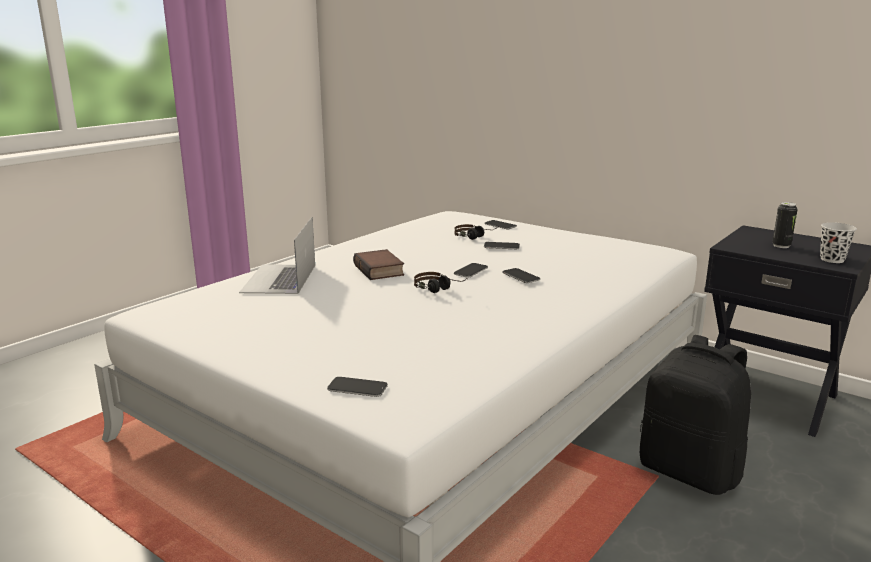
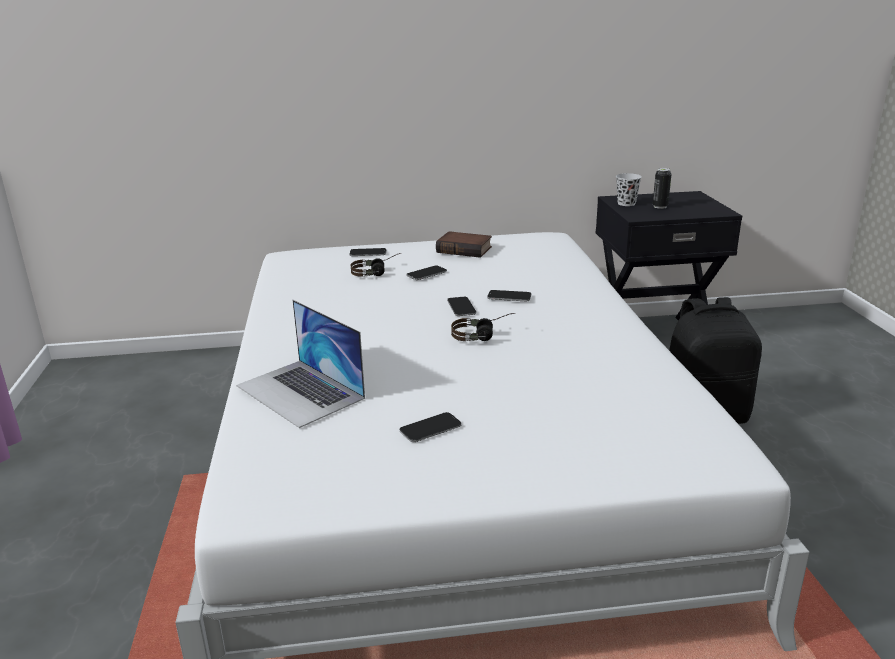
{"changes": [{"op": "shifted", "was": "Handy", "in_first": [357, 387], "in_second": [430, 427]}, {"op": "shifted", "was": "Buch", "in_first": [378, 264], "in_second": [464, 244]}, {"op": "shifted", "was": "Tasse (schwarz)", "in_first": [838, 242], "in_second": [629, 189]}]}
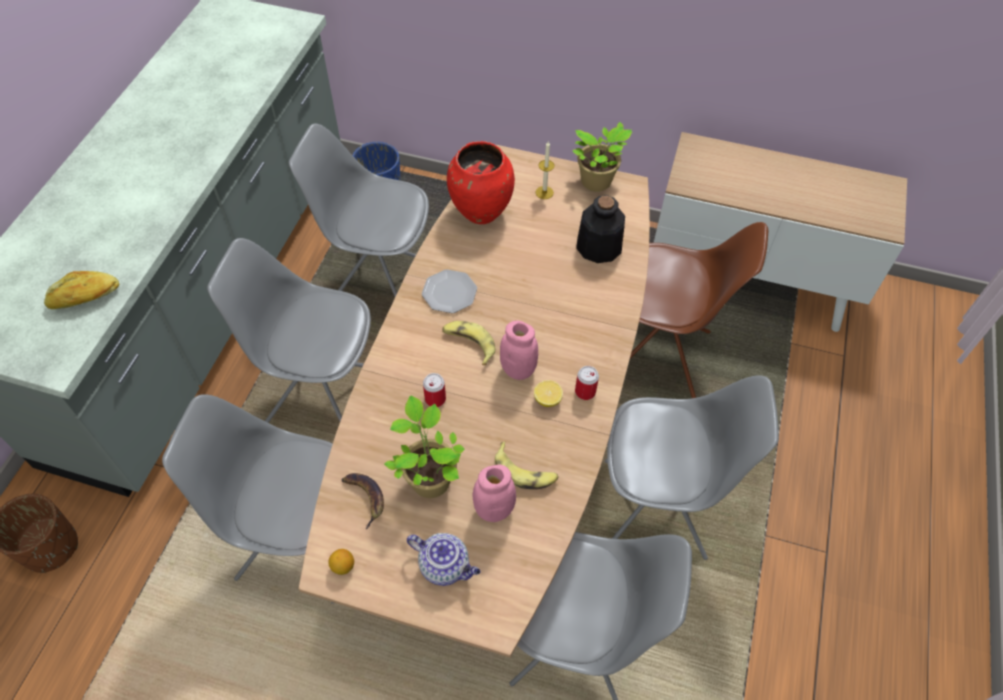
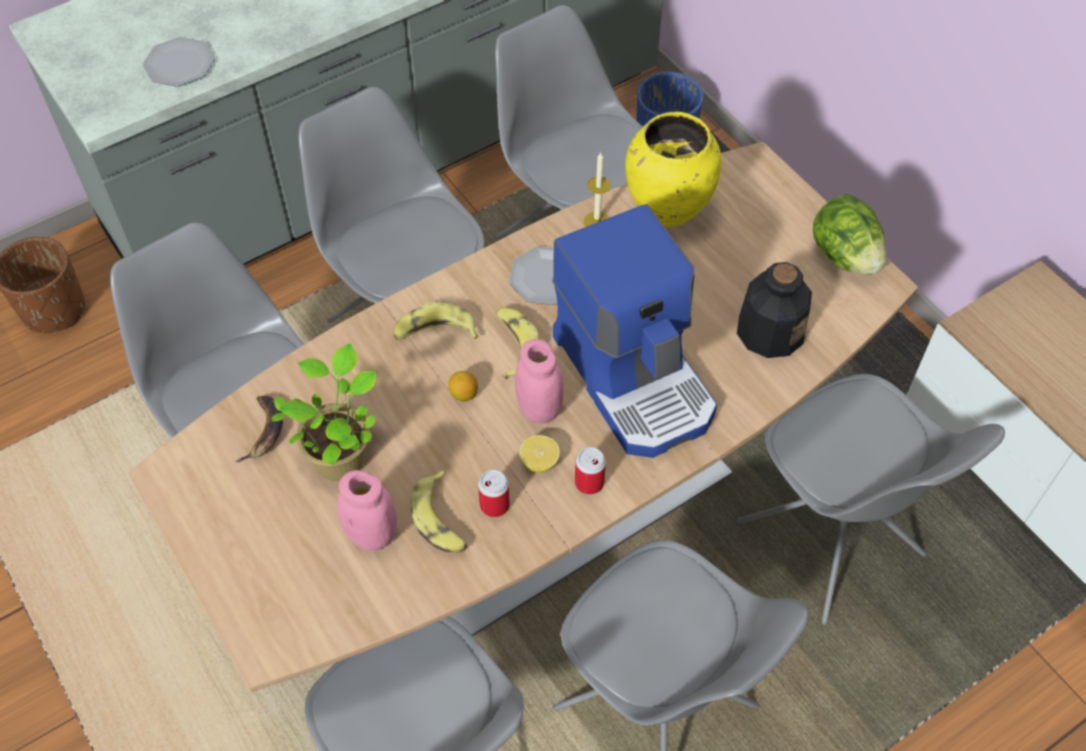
{"changes": [{"op": "gone", "was": "Teekanne", "in_first": [444, 559]}, {"op": "new", "now": "Banane", "in_second": [435, 321]}, {"op": "new", "now": "Kaffeemaschine", "in_second": [634, 331]}, {"op": "shifted", "was": "Zitrone", "in_first": [341, 562], "in_second": [463, 386]}, {"op": "shifted", "was": "Dose", "in_first": [434, 390], "in_second": [494, 493]}, {"op": "shifted", "was": "Kerze", "in_first": [544, 170], "in_second": [597, 190]}, {"op": "swapped", "was": "Brot", "now": "Teller", "in_first": [82, 290], "in_second": [179, 62]}, {"op": "swapped", "was": "Topfpflanze", "now": "Salatkopf", "in_first": [602, 156], "in_second": [849, 234]}, {"op": "repainted", "was": "Vase (rot)", "now": "Vase (gelb)", "in_first": [481, 182], "in_second": [673, 169]}, {"op": "repainted", "was": "Stuhl (braun)", "now": "Stuhl (grau)", "in_first": [699, 310], "in_second": [870, 499]}]}
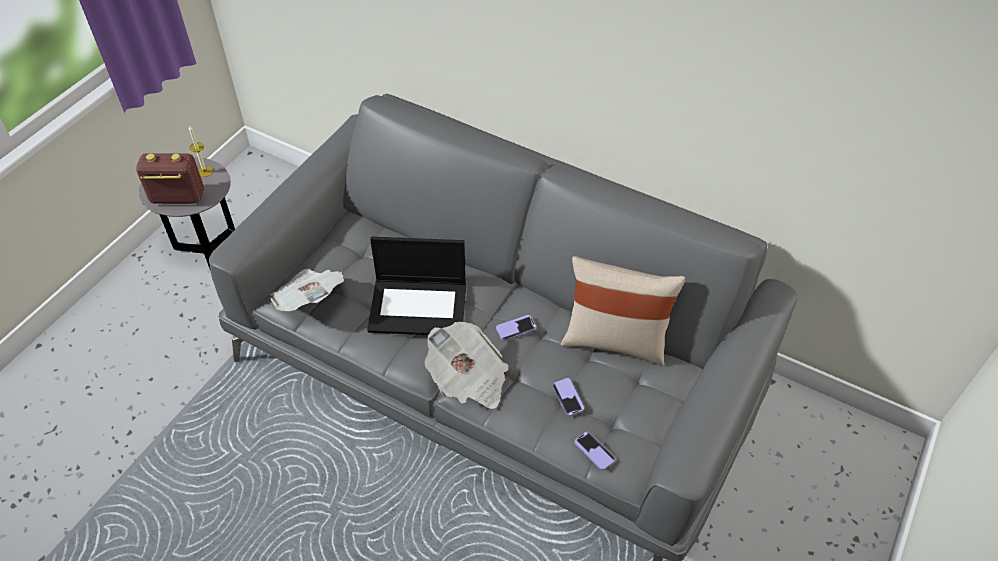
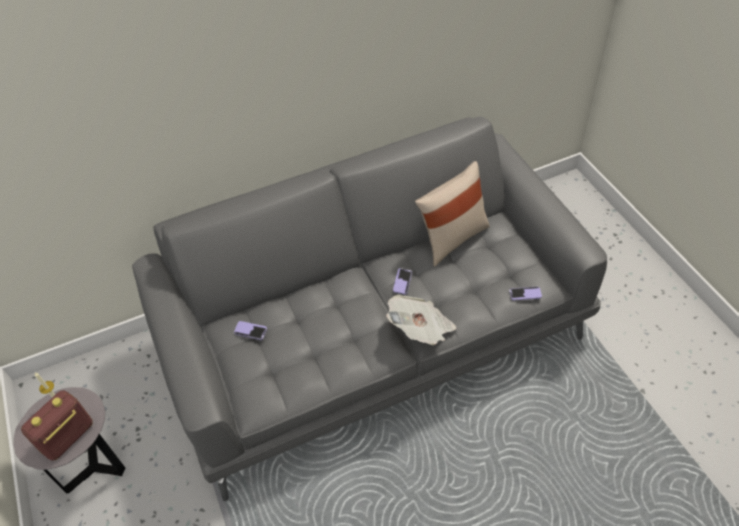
{"changes": [{"op": "gone", "was": "Zeitung", "in_first": [307, 290]}, {"op": "gone", "was": "Laptop", "in_first": [416, 286]}, {"op": "shifted", "was": "Handy", "in_first": [568, 397], "in_second": [250, 330]}]}
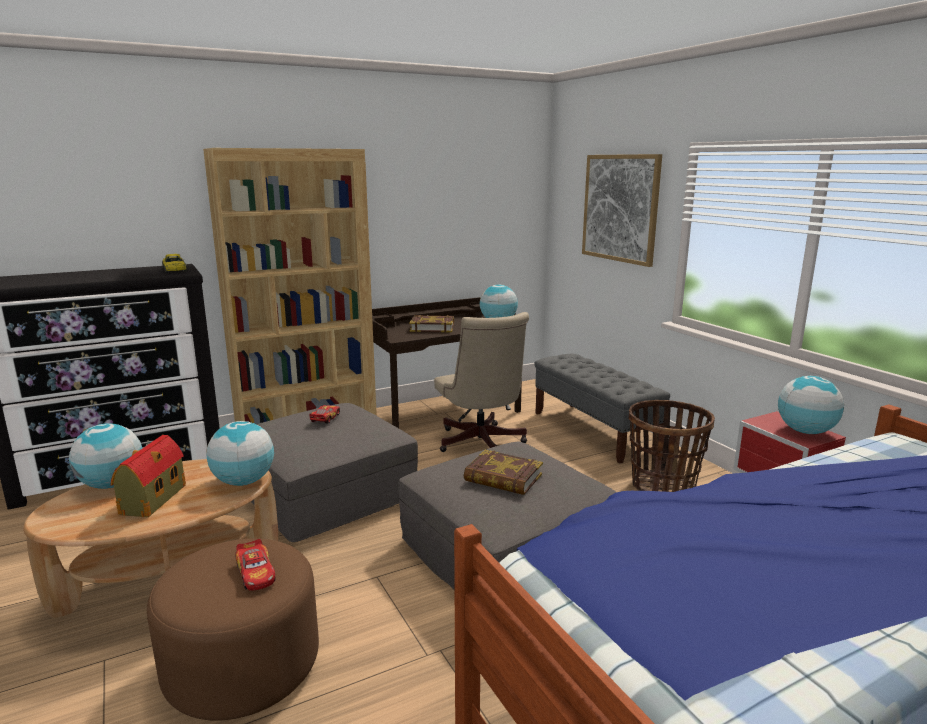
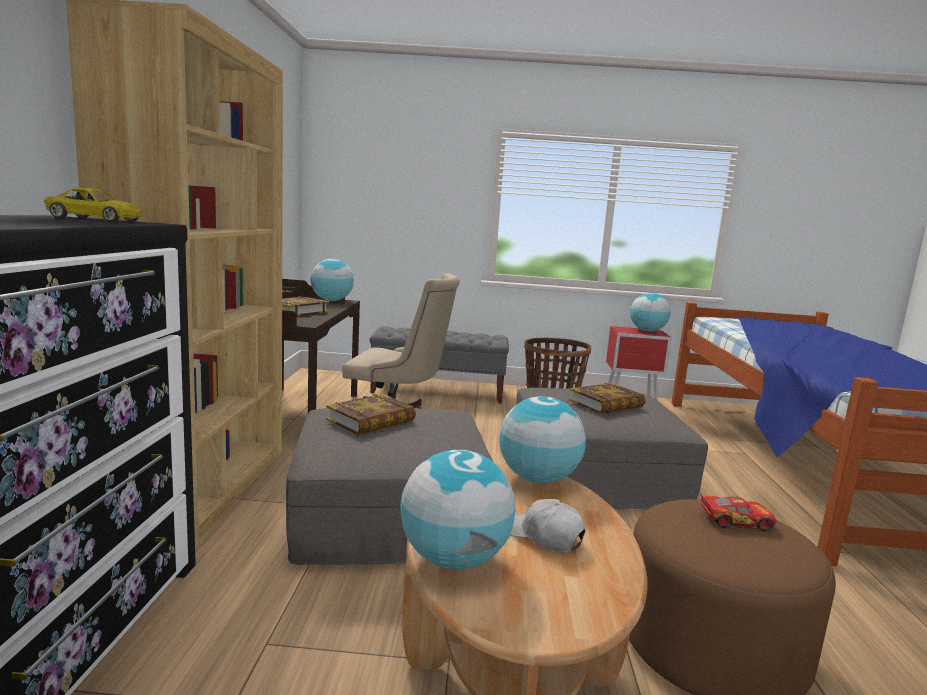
{"changes": [{"op": "gone", "was": "Bild", "in_first": [622, 210]}, {"op": "swapped", "was": "Spielzeughaus", "now": "Kappe (weiß)", "in_first": [148, 476], "in_second": [547, 526]}, {"op": "swapped", "was": "Spielzeugauto", "now": "Buch", "in_first": [324, 414], "in_second": [371, 414]}]}
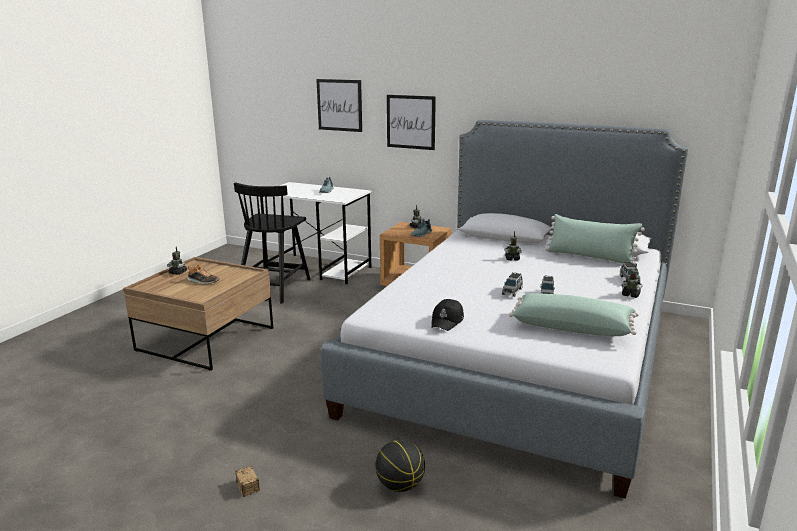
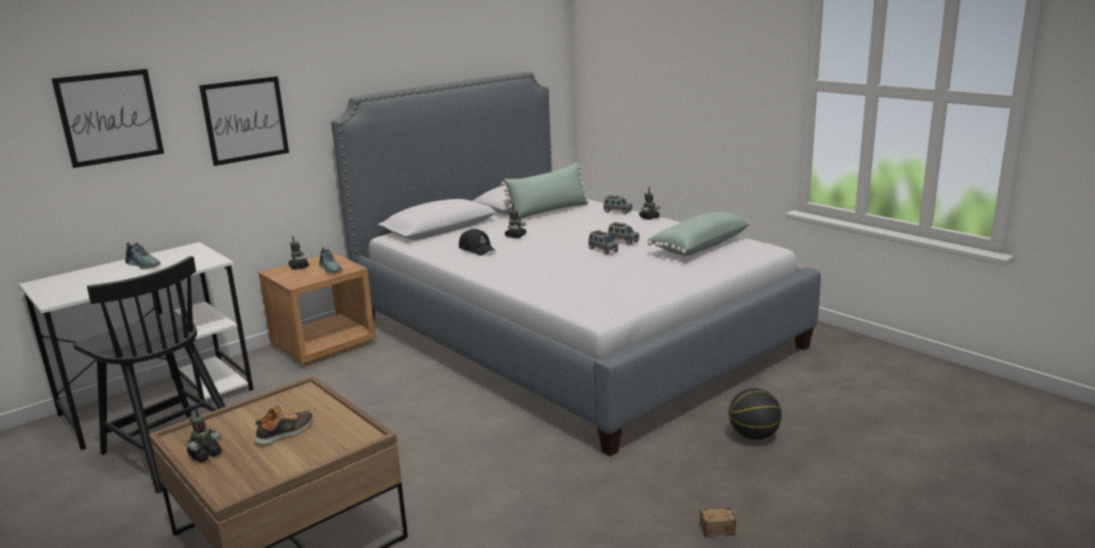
{"changes": [{"op": "shifted", "was": "Kappe (schwarz)", "in_first": [447, 315], "in_second": [477, 242]}]}
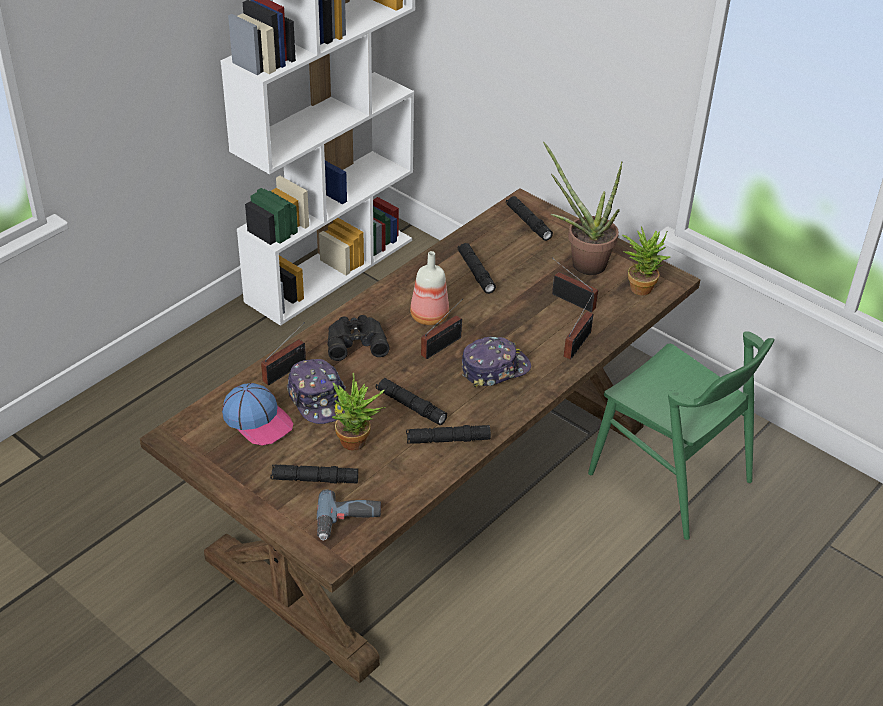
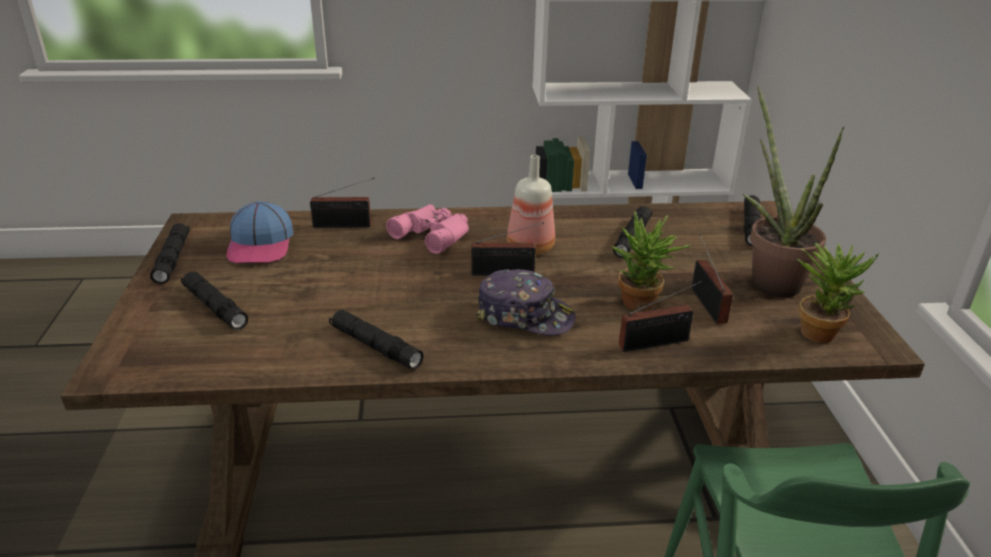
{"changes": [{"op": "gone", "was": "Kappe", "in_first": [316, 391]}, {"op": "gone", "was": "Bohrmaschine", "in_first": [349, 515]}, {"op": "shifted", "was": "Topfpflanze", "in_first": [359, 412], "in_second": [651, 262]}, {"op": "shifted", "was": "Taschenlampe (schwarz)", "in_first": [411, 401], "in_second": [170, 253]}, {"op": "repainted", "was": "Fernglas (schwarz)", "now": "Fernglas (rosa)", "in_first": [358, 338], "in_second": [427, 229]}]}
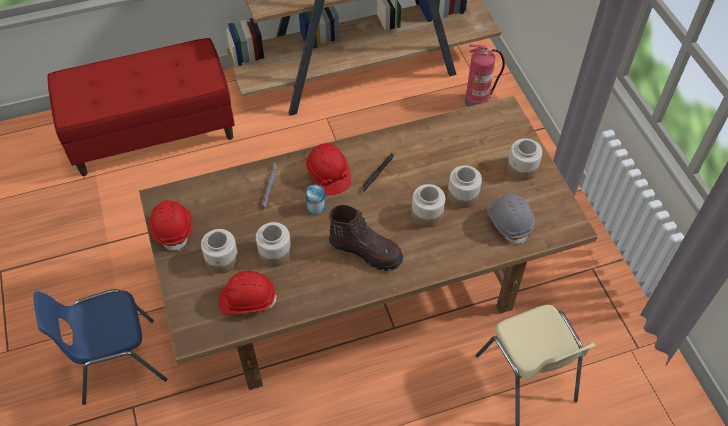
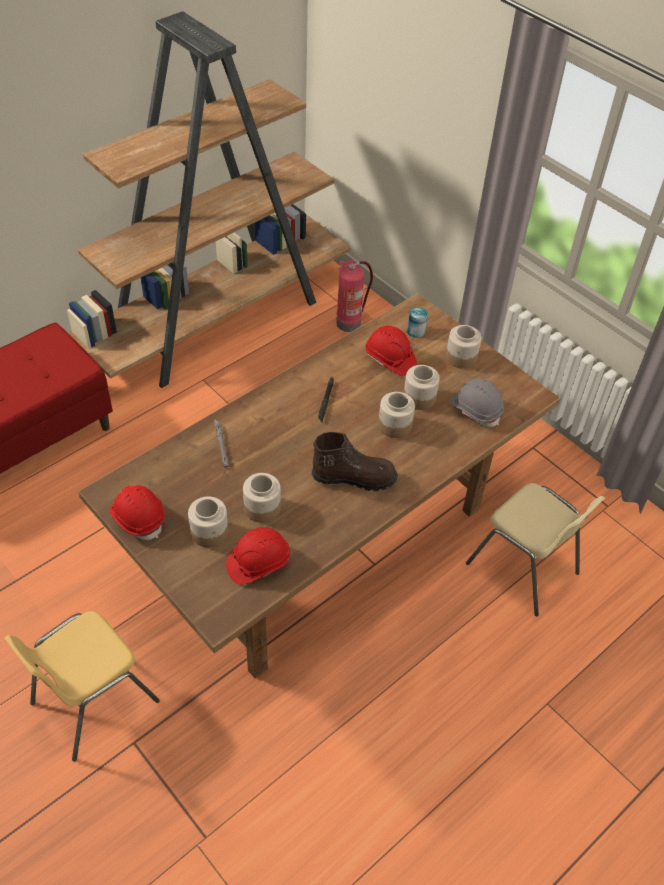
{"changes": [{"op": "shifted", "was": "Dose", "in_first": [315, 199], "in_second": [417, 322]}, {"op": "shifted", "was": "Schutzhelm (rot)", "in_first": [328, 169], "in_second": [391, 351]}, {"op": "repainted", "was": "Stuhl (blau)", "now": "Stuhl (gelb)", "in_first": [100, 347], "in_second": [82, 686]}]}
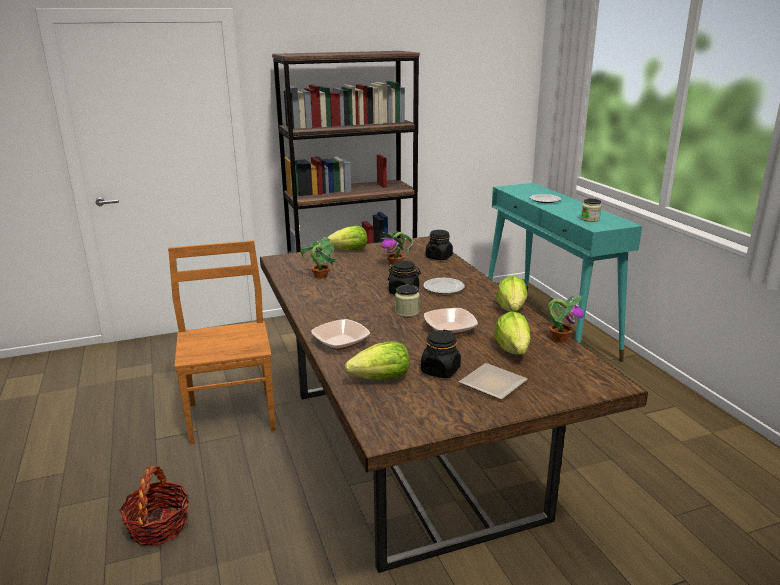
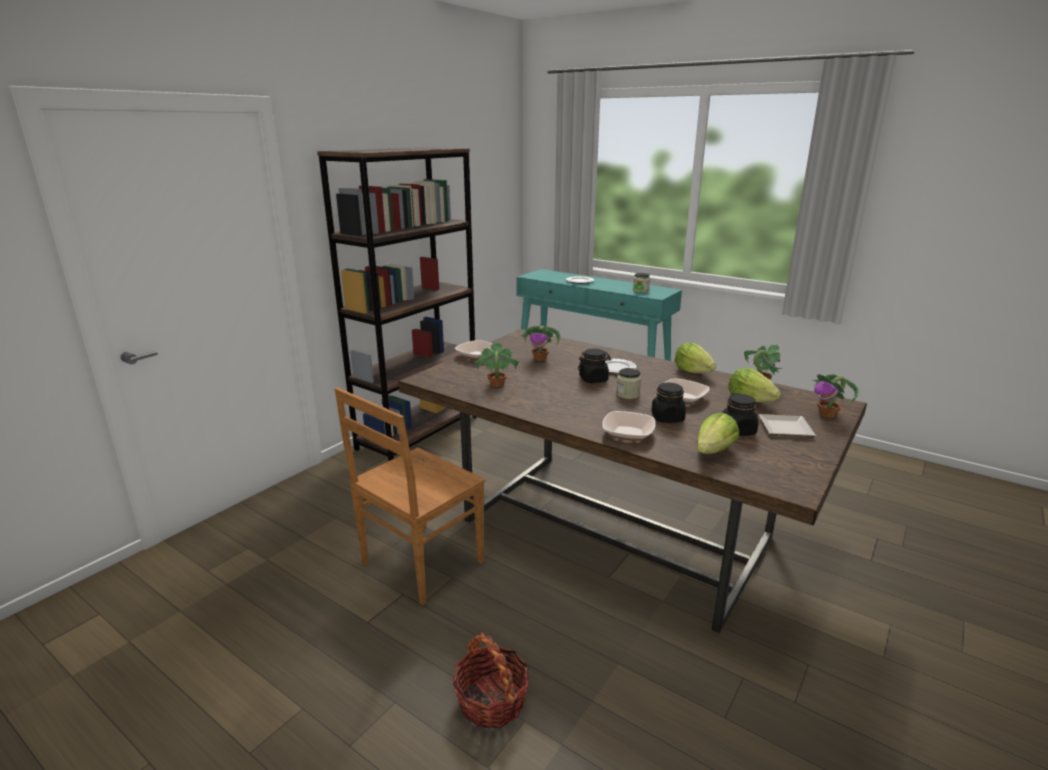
{"changes": [{"op": "new", "now": "Topfpflanze", "in_second": [835, 396]}, {"op": "shifted", "was": "Vorratsglas (schwarz)", "in_first": [439, 245], "in_second": [668, 403]}, {"op": "swapped", "was": "Salatkopf", "now": "Schüssel", "in_first": [347, 238], "in_second": [473, 350]}, {"op": "rotated", "was": "Stuhl (braun)", "in_first": [222, 342], "in_second": [409, 496], "clockwise": -90}]}
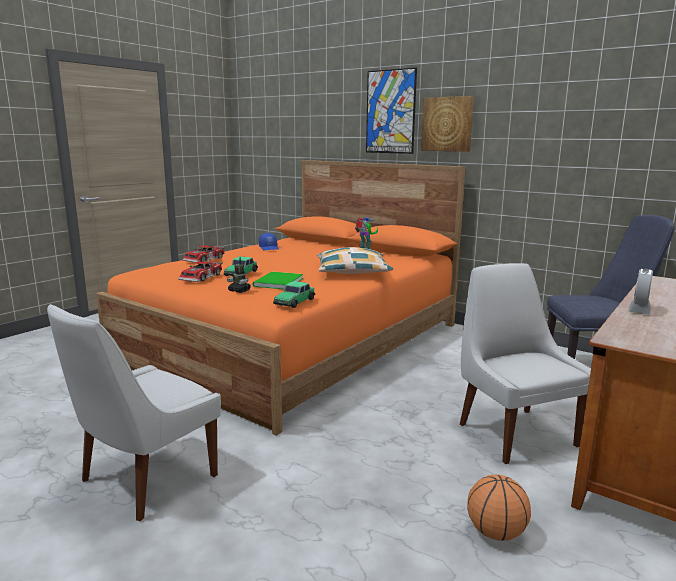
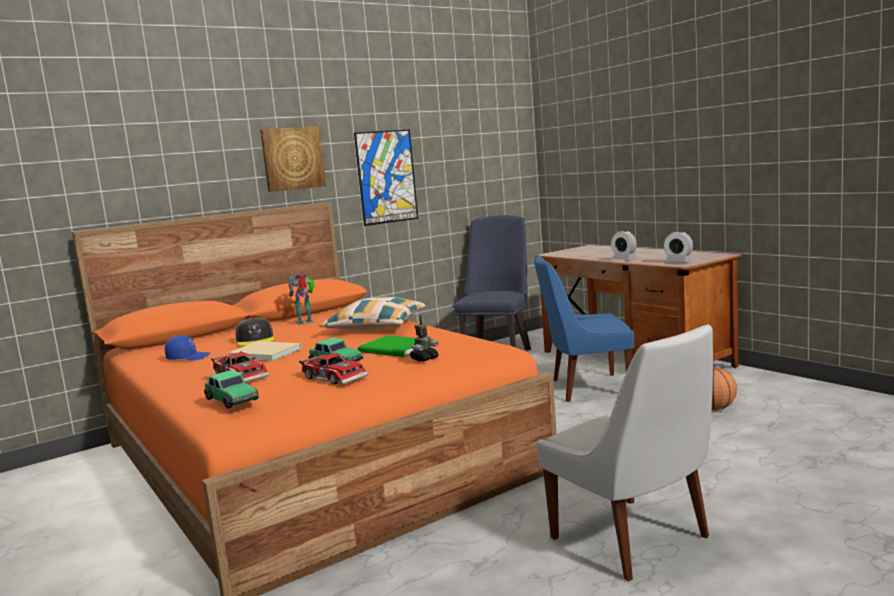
{"changes": [{"op": "new", "now": "Buch (beige)", "in_second": [265, 351]}, {"op": "new", "now": "Kappe (grau)", "in_second": [255, 332]}, {"op": "new", "now": "Wecker", "in_second": [678, 246]}, {"op": "shifted", "was": "Spielzeugauto", "in_first": [294, 294], "in_second": [231, 389]}, {"op": "shifted", "was": "Bild", "in_first": [391, 111], "in_second": [386, 177]}, {"op": "repainted", "was": "Stuhl (weiß)", "now": "Stuhl (blau)", "in_first": [525, 363], "in_second": [584, 329]}]}
